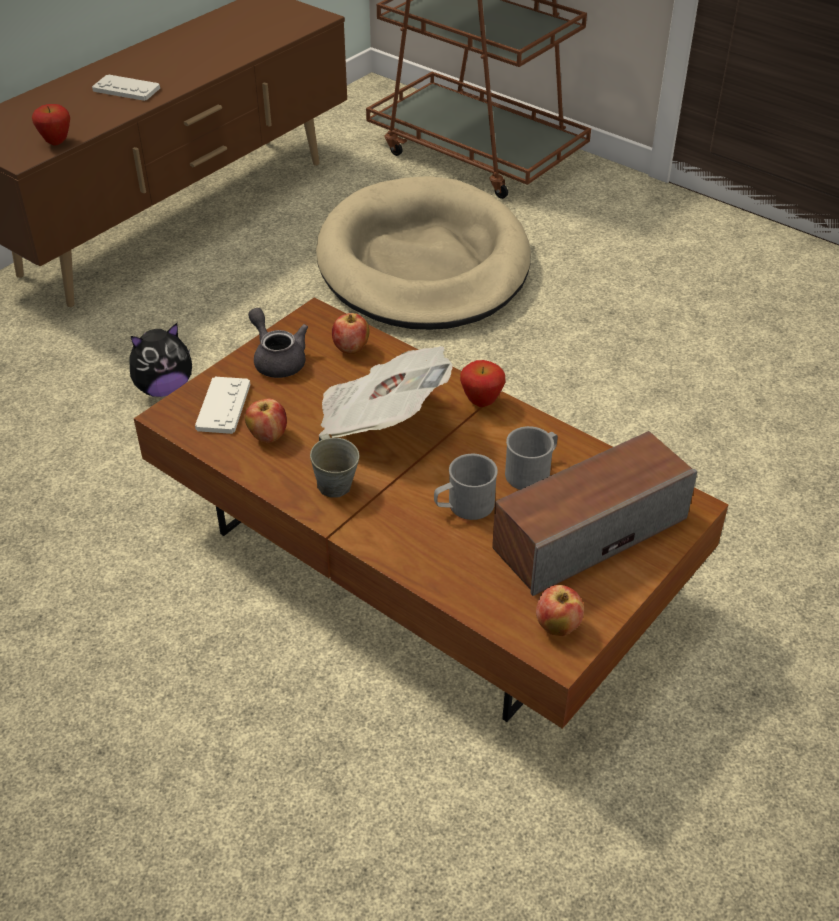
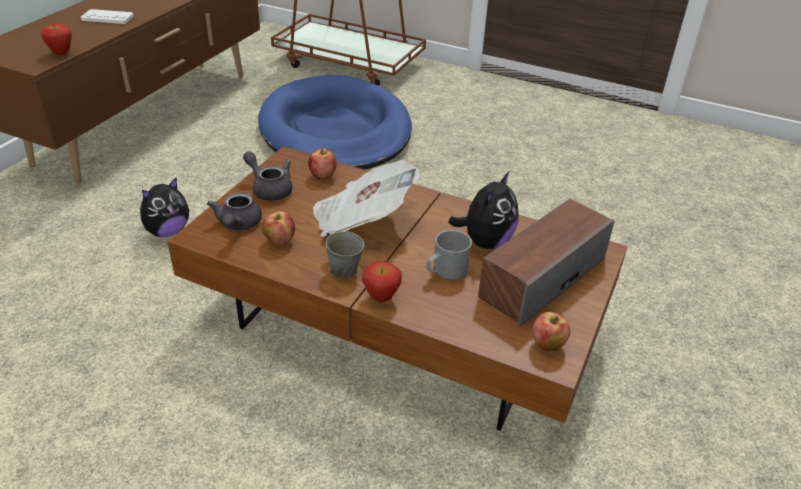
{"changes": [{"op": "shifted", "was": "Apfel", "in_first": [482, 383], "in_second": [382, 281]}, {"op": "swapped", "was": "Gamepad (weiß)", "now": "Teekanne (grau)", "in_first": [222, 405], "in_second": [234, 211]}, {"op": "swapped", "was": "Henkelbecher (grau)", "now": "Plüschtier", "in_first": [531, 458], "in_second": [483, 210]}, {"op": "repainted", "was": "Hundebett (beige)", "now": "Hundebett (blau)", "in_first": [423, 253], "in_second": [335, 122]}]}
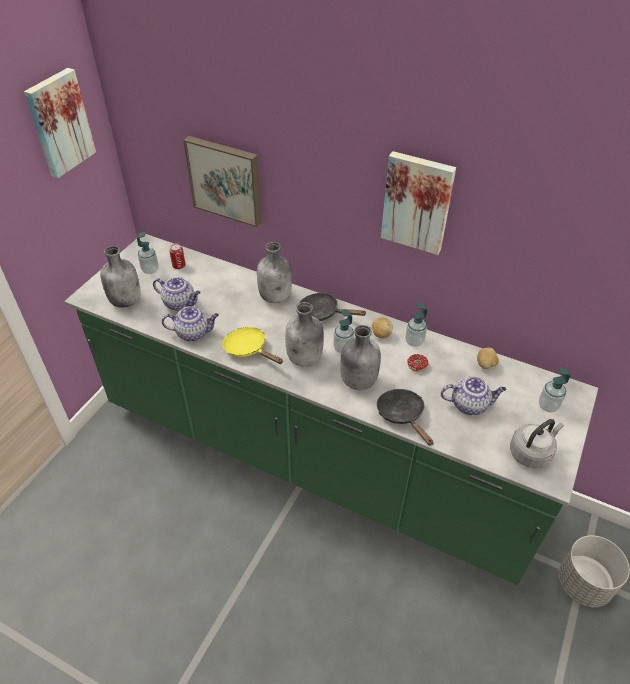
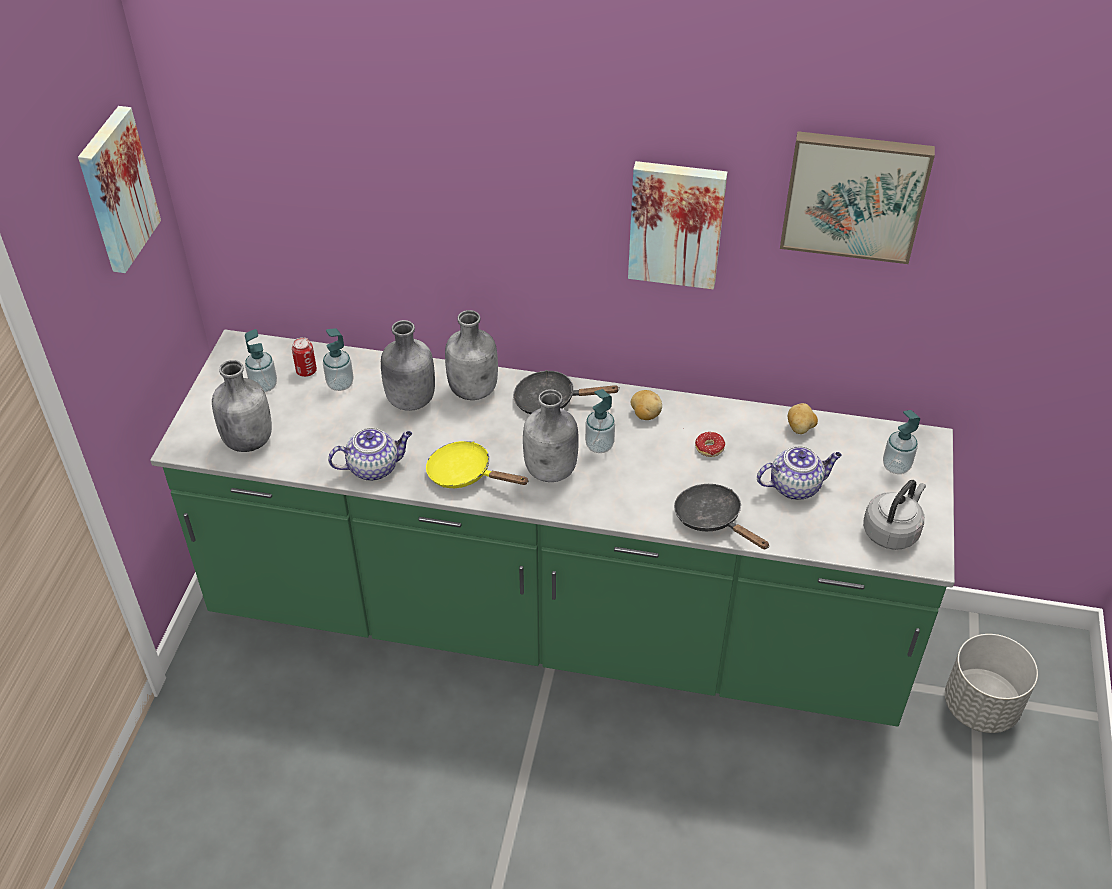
{"changes": [{"op": "gone", "was": "Teekanne", "in_first": [177, 294]}, {"op": "shifted", "was": "Bild", "in_first": [222, 181], "in_second": [857, 197]}, {"op": "shifted", "was": "Flasche (grau)", "in_first": [360, 357], "in_second": [408, 365]}, {"op": "shifted", "was": "Seifenspender", "in_first": [416, 325], "in_second": [338, 359]}]}
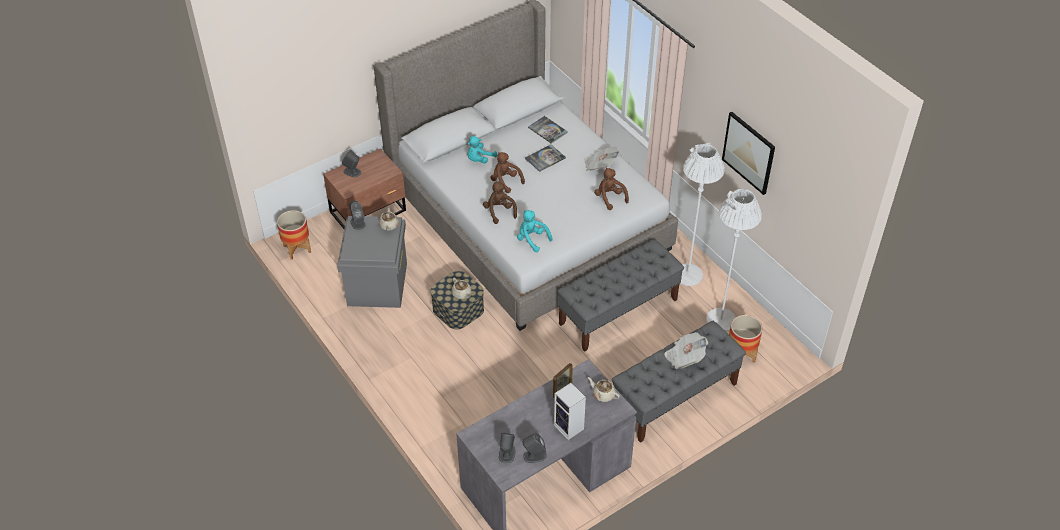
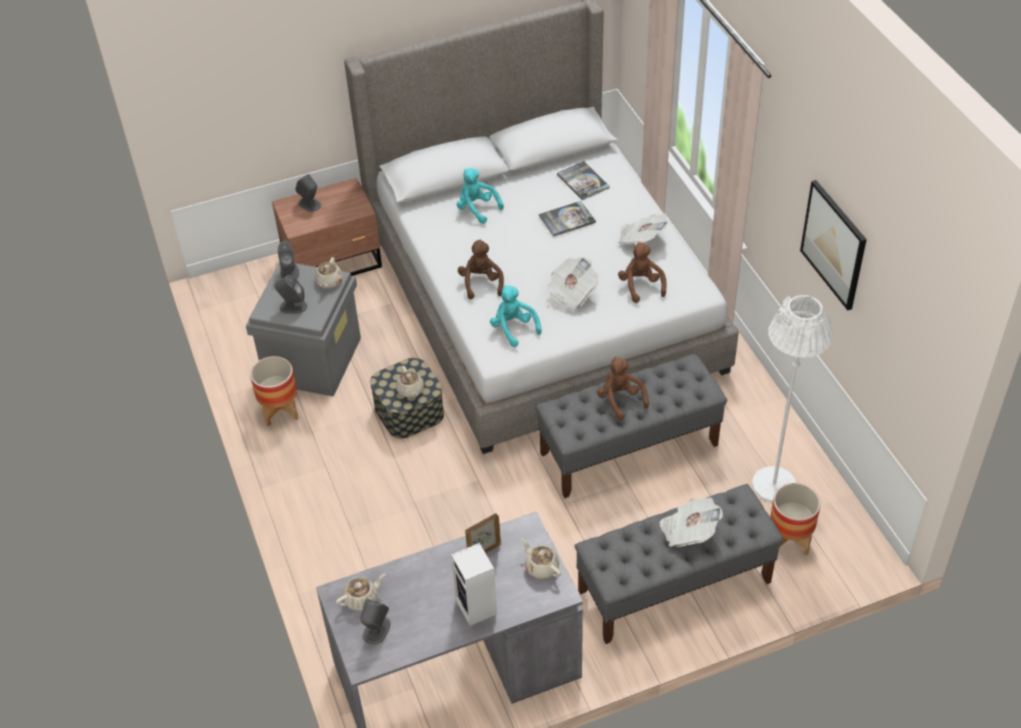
{"changes": [{"op": "gone", "was": "Stehlampe (weiß)", "in_first": [702, 214]}, {"op": "new", "now": "Teekanne (beige)", "in_second": [360, 592]}, {"op": "new", "now": "Zeitung", "in_second": [572, 284]}, {"op": "shifted", "was": "Pflanzkübel", "in_first": [294, 235], "in_second": [274, 391]}, {"op": "shifted", "was": "Plüschtier (braun)", "in_first": [507, 172], "in_second": [623, 388]}, {"op": "shifted", "was": "Lautsprecher (grau)", "in_first": [534, 448], "in_second": [290, 294]}, {"op": "rotated", "was": "Plüschtier (türkis)", "in_first": [482, 150], "in_second": [480, 196], "clockwise": 75}]}
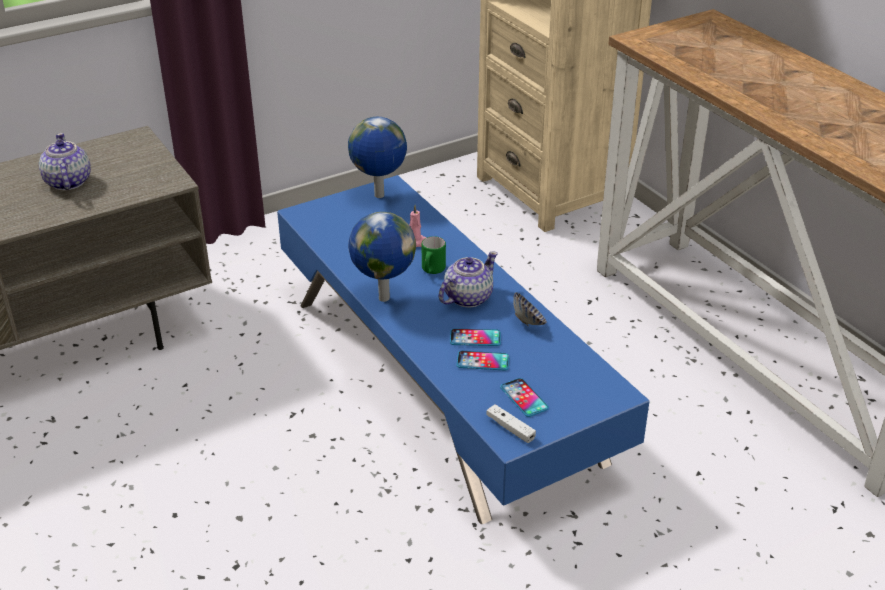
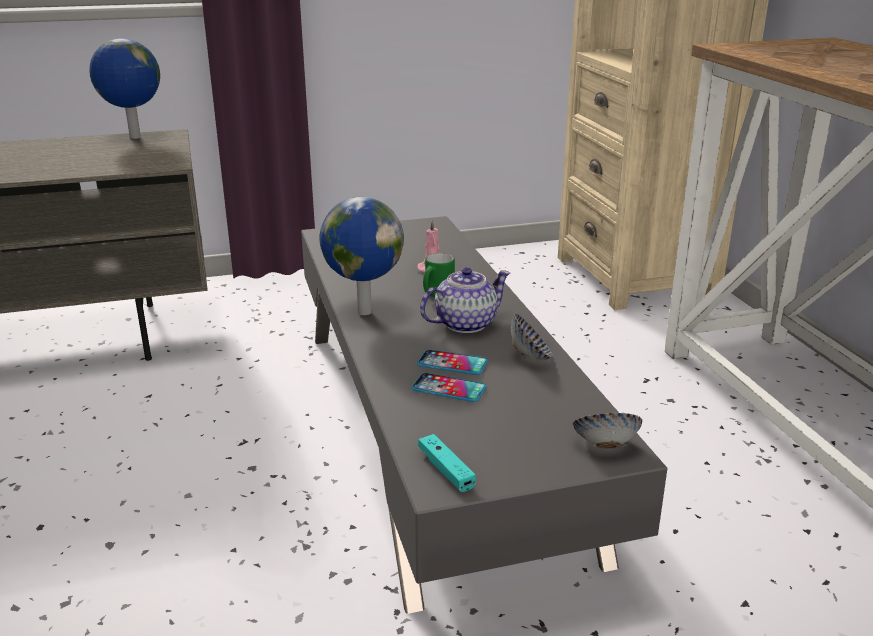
{"changes": [{"op": "gone", "was": "Teekanne", "in_first": [65, 161]}, {"op": "gone", "was": "Handy", "in_first": [524, 397]}, {"op": "new", "now": "Schüssel", "in_second": [607, 431]}, {"op": "shifted", "was": "Globus", "in_first": [377, 157], "in_second": [124, 88]}, {"op": "repainted", "was": "Couchtisch (blau)", "now": "Couchtisch (grau)", "in_first": [463, 349], "in_second": [484, 415]}, {"op": "repainted", "was": "Gamepad (weiß)", "now": "Gamepad (türkis)", "in_first": [511, 423], "in_second": [447, 463]}]}
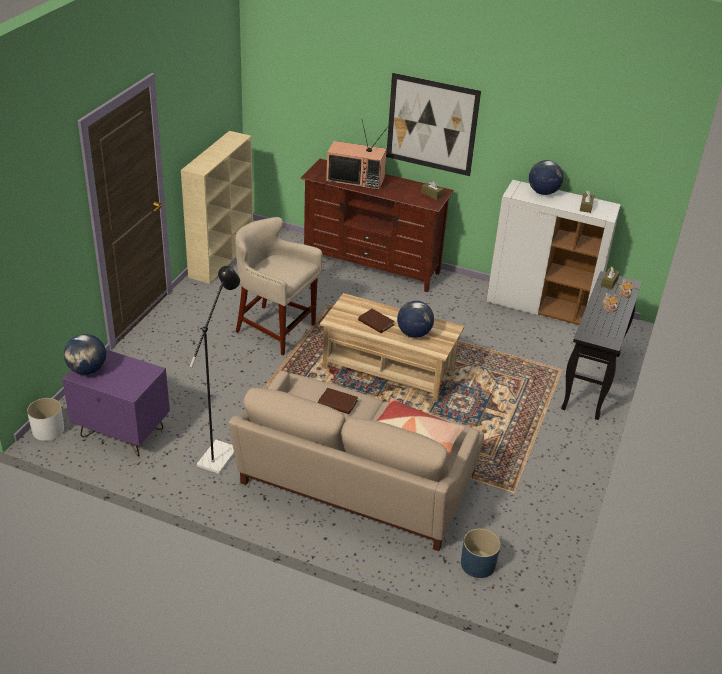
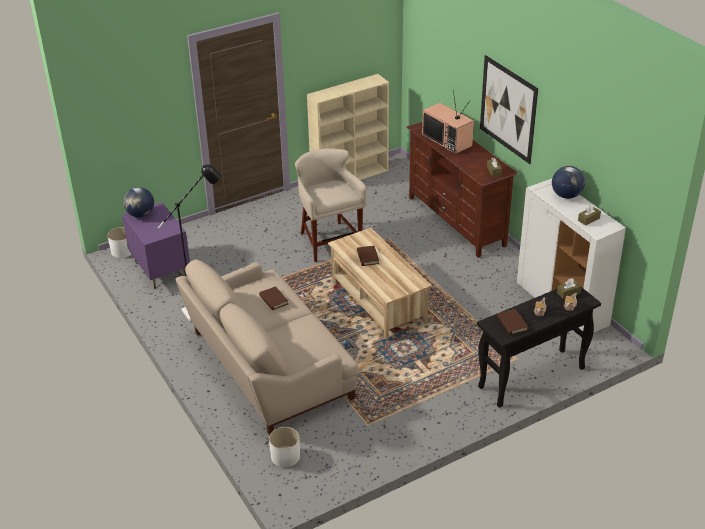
{"changes": [{"op": "gone", "was": "Kissen", "in_first": [420, 427]}, {"op": "gone", "was": "Globus", "in_first": [415, 319]}, {"op": "new", "now": "Buch (braun)", "in_second": [513, 322]}, {"op": "repainted", "was": "Pflanzkübel (blau)", "now": "Pflanzkübel (weiß)", "in_first": [481, 553], "in_second": [284, 447]}]}
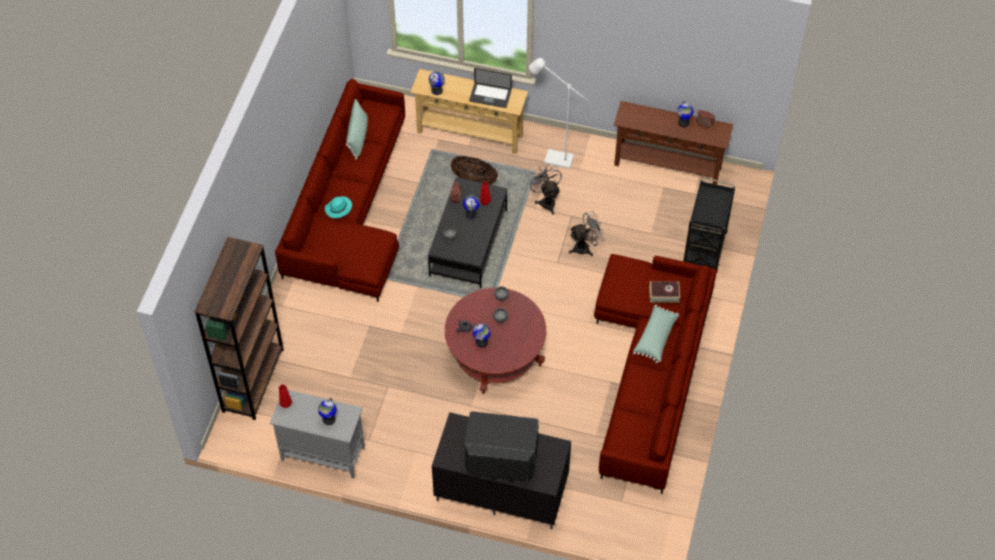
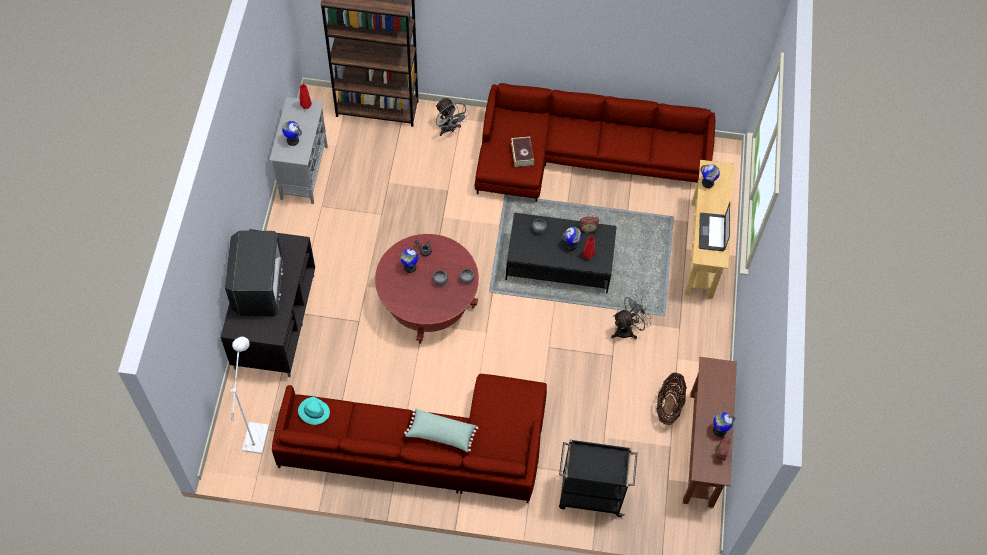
{"changes": [{"op": "gone", "was": "Kissen (grün)", "in_first": [357, 129]}, {"op": "shifted", "was": "Hut (türkis)", "in_first": [338, 207], "in_second": [314, 411]}, {"op": "shifted", "was": "Korb", "in_first": [474, 170], "in_second": [671, 398]}, {"op": "shifted", "was": "Stehlampe (weiß)", "in_first": [559, 113], "in_second": [250, 395]}, {"op": "shifted", "was": "Ventilator (grau)", "in_first": [586, 233], "in_second": [452, 116]}, {"op": "shifted", "was": "Buch", "in_first": [664, 292], "in_second": [522, 152]}]}
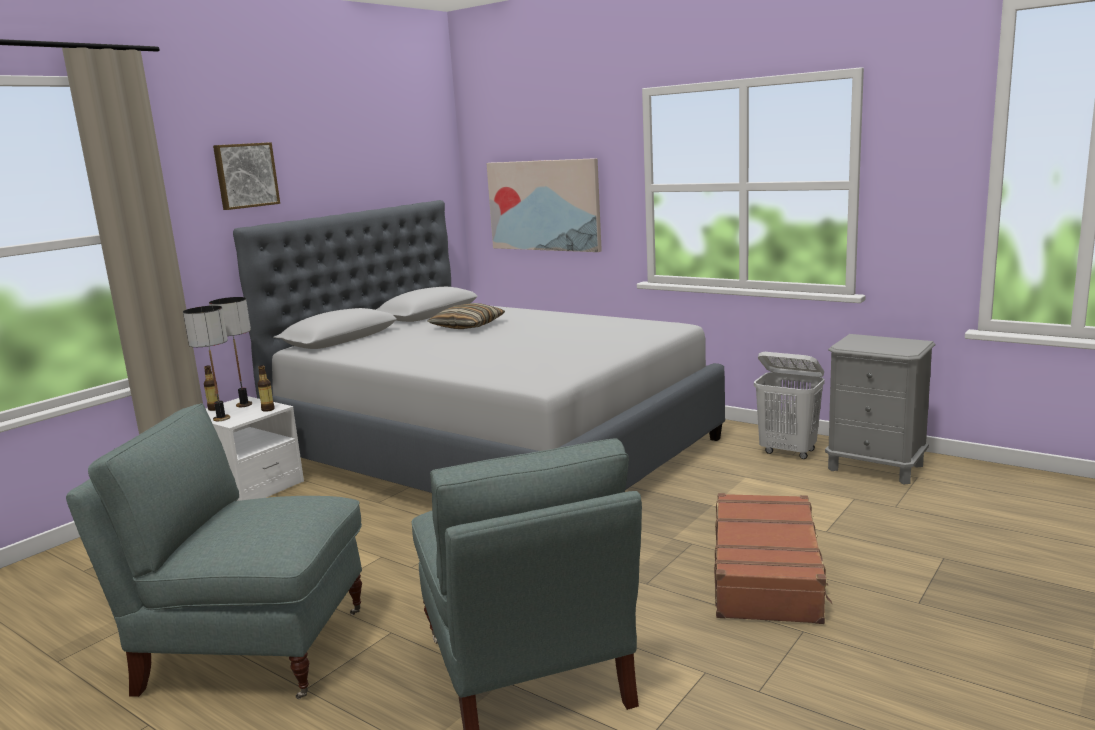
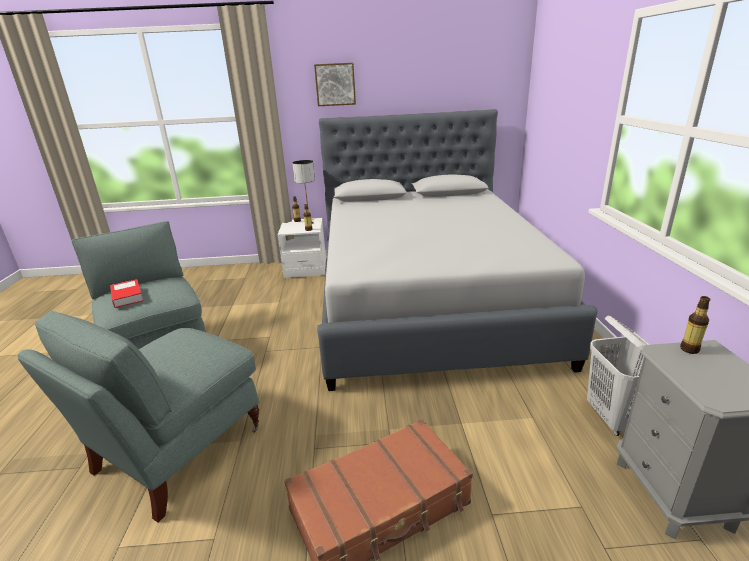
{"changes": [{"op": "gone", "was": "Tischlampe", "in_first": [206, 363]}, {"op": "gone", "was": "Kissen", "in_first": [466, 316]}, {"op": "gone", "was": "Bild", "in_first": [544, 205]}, {"op": "new", "now": "Buch", "in_second": [126, 293]}, {"op": "new", "now": "Flasche", "in_second": [695, 325]}]}
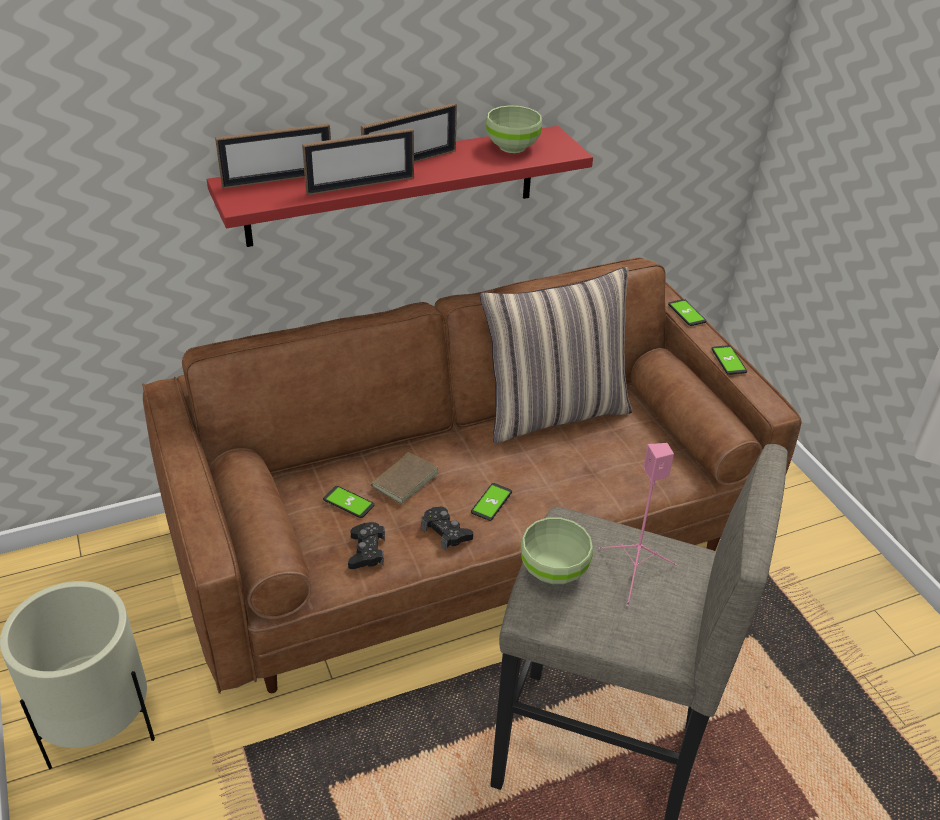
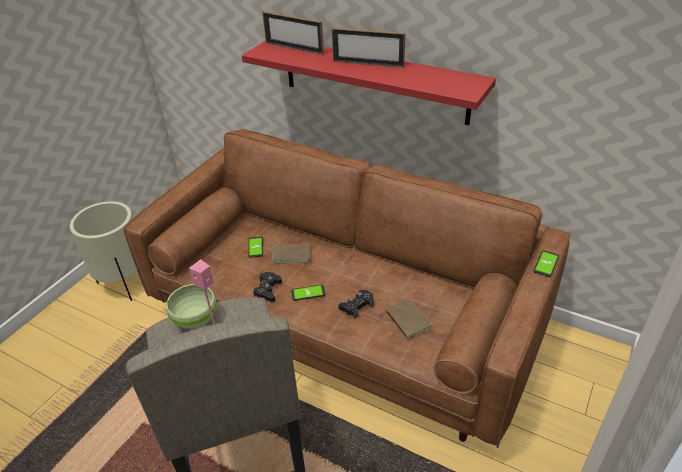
{"changes": [{"op": "gone", "was": "Bilderrahmen", "in_first": [358, 161]}, {"op": "gone", "was": "Kissen", "in_first": [556, 355]}, {"op": "gone", "was": "Schüssel (grün)", "in_first": [514, 129]}, {"op": "gone", "was": "Handy", "in_first": [729, 360]}, {"op": "new", "now": "Buch (braun)", "in_second": [408, 319]}, {"op": "shifted", "was": "Gamepad (schwarz)", "in_first": [366, 545], "in_second": [356, 304]}]}
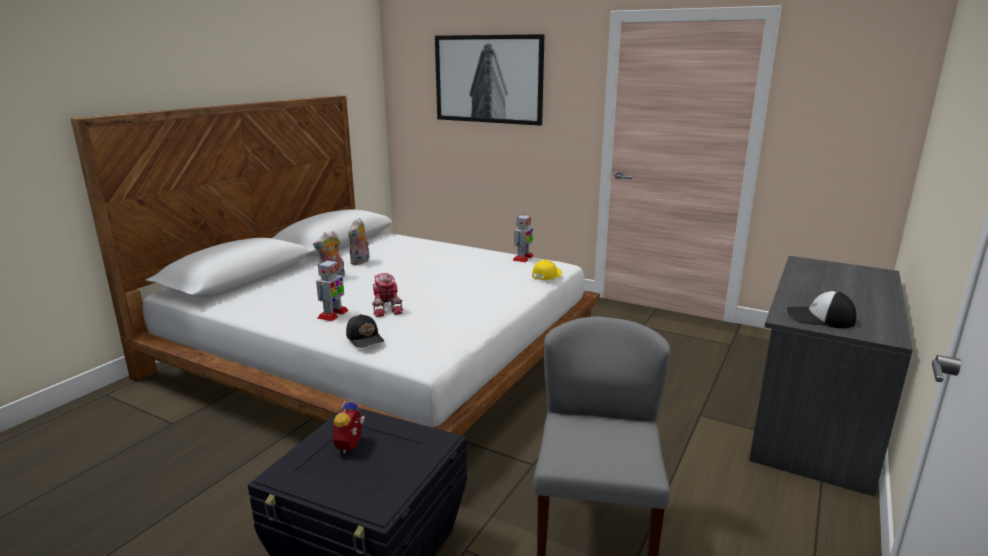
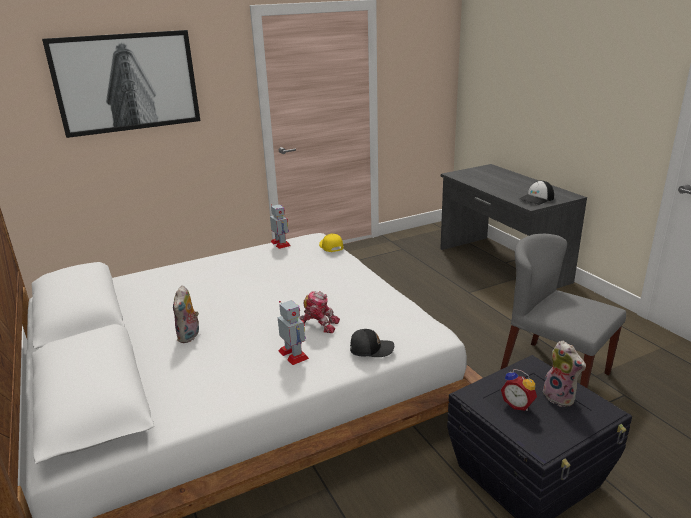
{"changes": [{"op": "shifted", "was": "Plüschtier", "in_first": [358, 241], "in_second": [564, 374]}]}
